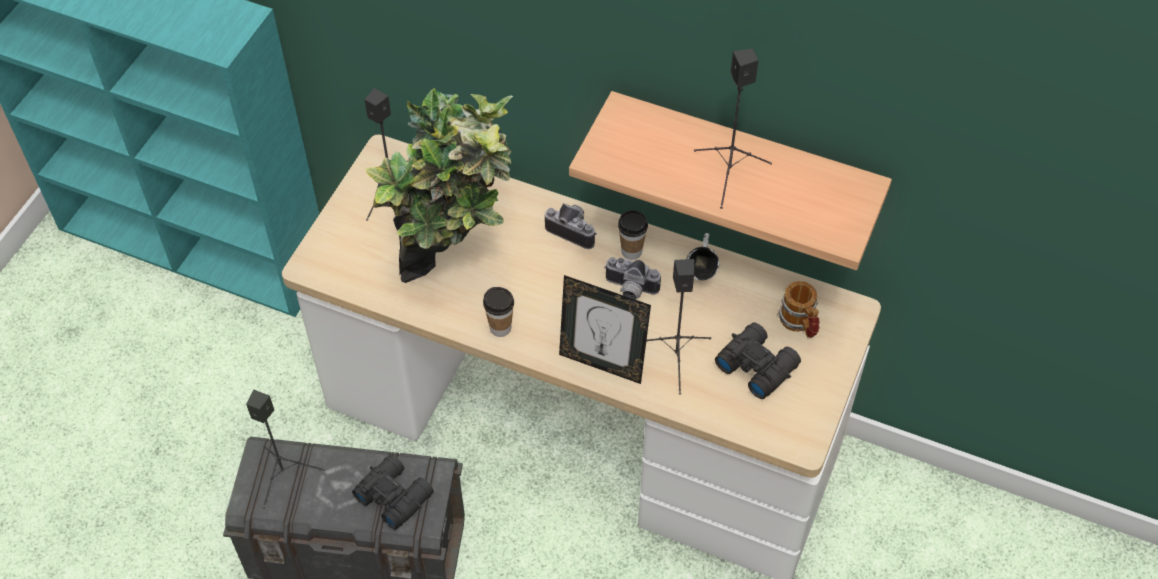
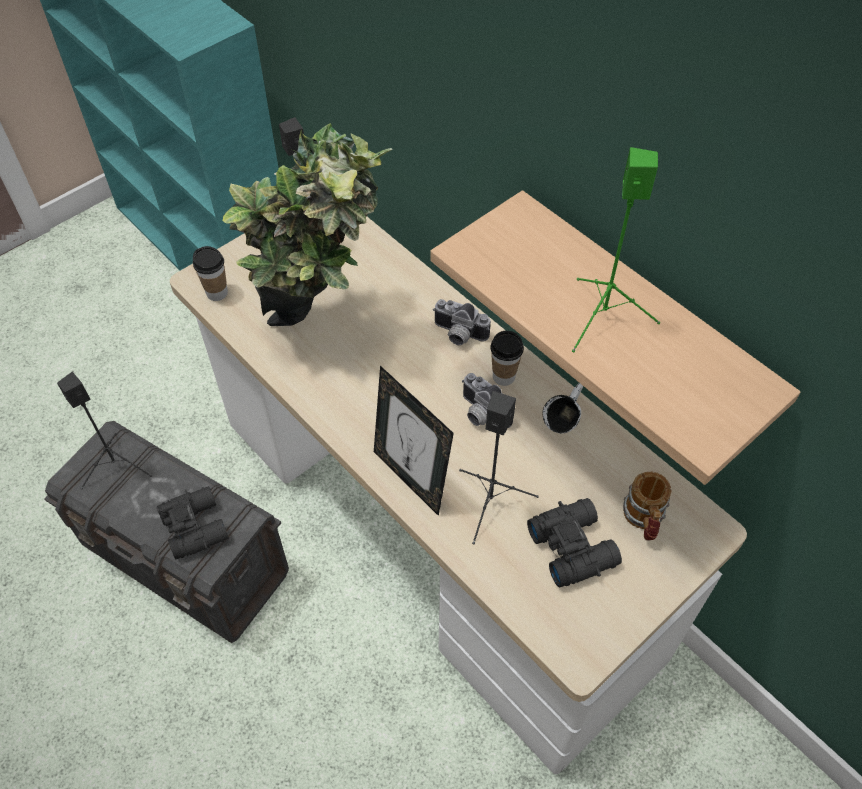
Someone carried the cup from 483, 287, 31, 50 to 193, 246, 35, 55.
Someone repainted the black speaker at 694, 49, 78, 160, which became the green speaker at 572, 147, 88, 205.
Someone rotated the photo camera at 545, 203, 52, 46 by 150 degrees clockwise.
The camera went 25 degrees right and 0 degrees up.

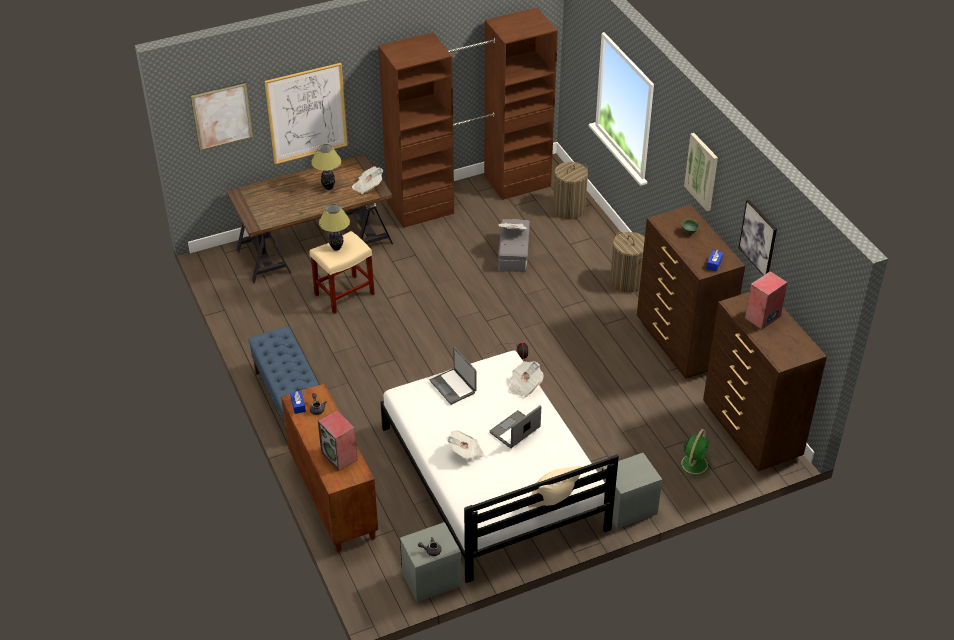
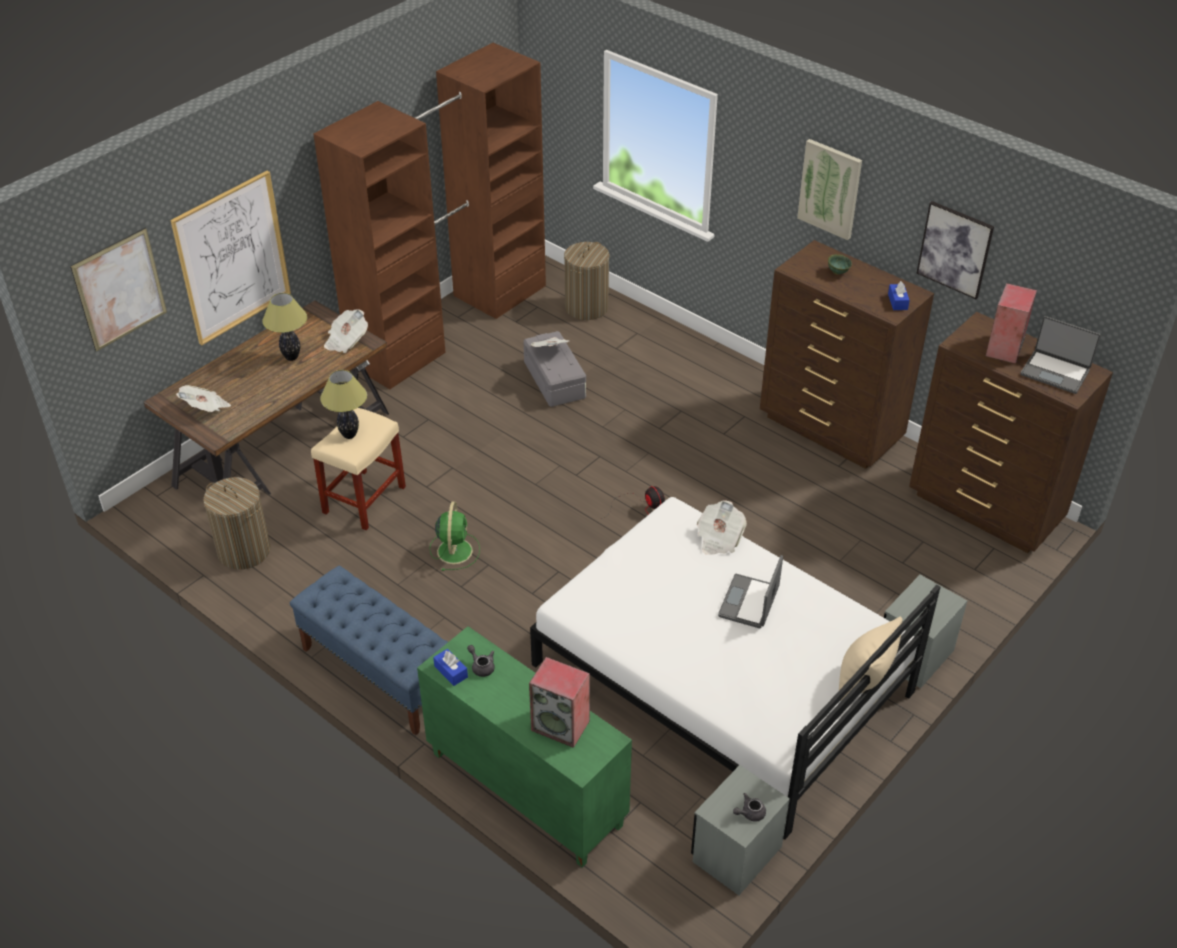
Someone carried the laptop from 430, 347, 46, 58 to 1020, 316, 81, 78.
Someone carried the newspaper from 446, 430, 39, 29 to 176, 385, 55, 27.
Someone carried the laundry basket from 610, 232, 35, 61 to 203, 477, 68, 93.
Someone carried the green fan from 677, 429, 37, 50 to 429, 502, 51, 69.
Someone repainted the brown cabinet at 281, 383, 97, 169, which became the green cabinet at 417, 626, 215, 241.
The camera went 25 degrees left and 0 degrees up.

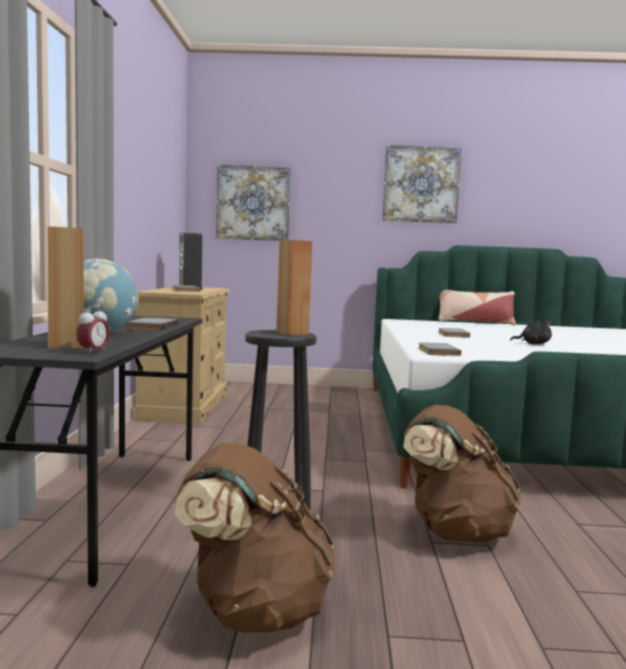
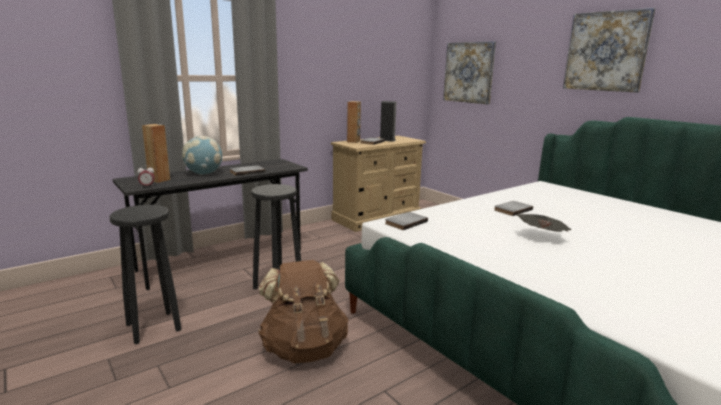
Someone took away the pillow at 438, 290, 78, 35.
Someone carried the brown speaker from 276, 240, 37, 95 to 347, 101, 14, 42.
Someone swapped the brown backpack at 175, 443, 160, 189 for the black stool at 110, 205, 71, 139.
Someone swapped the black plush toy at 510, 319, 42, 25 for the newspaper at 517, 214, 54, 18.
The camera went 50 degrees right and 10 degrees up.

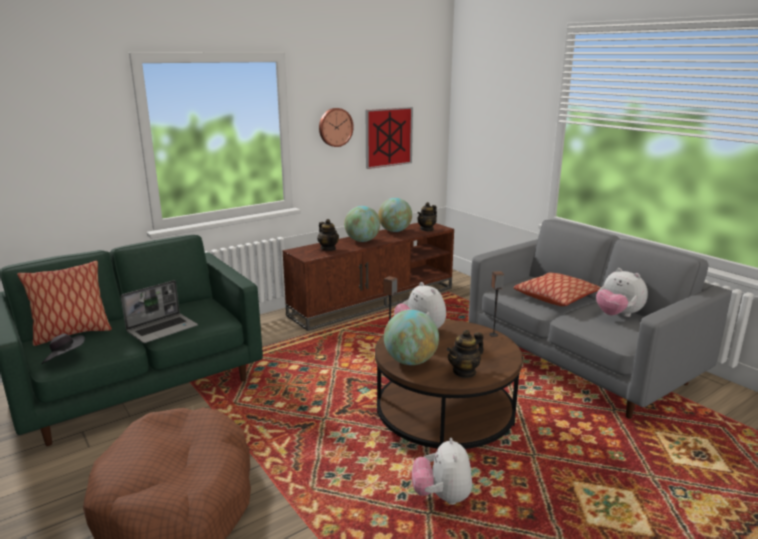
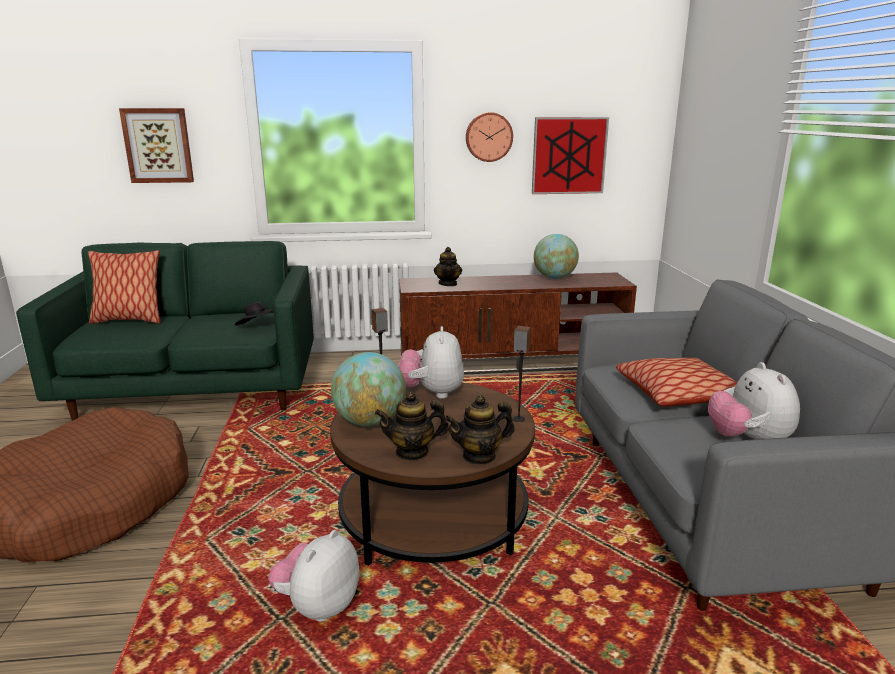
Someone took away the laptop at 121, 280, 77, 63.
Someone took away the globe at 344, 206, 36, 36.
Someone put up the picture at 119, 108, 75, 75.
Someone carried the black hat from 41, 334, 44, 30 to 235, 302, 39, 24.
Someone carried the teapot from 417, 202, 20, 29 to 445, 395, 70, 70.
The camera went 30 degrees right and 0 degrees up.

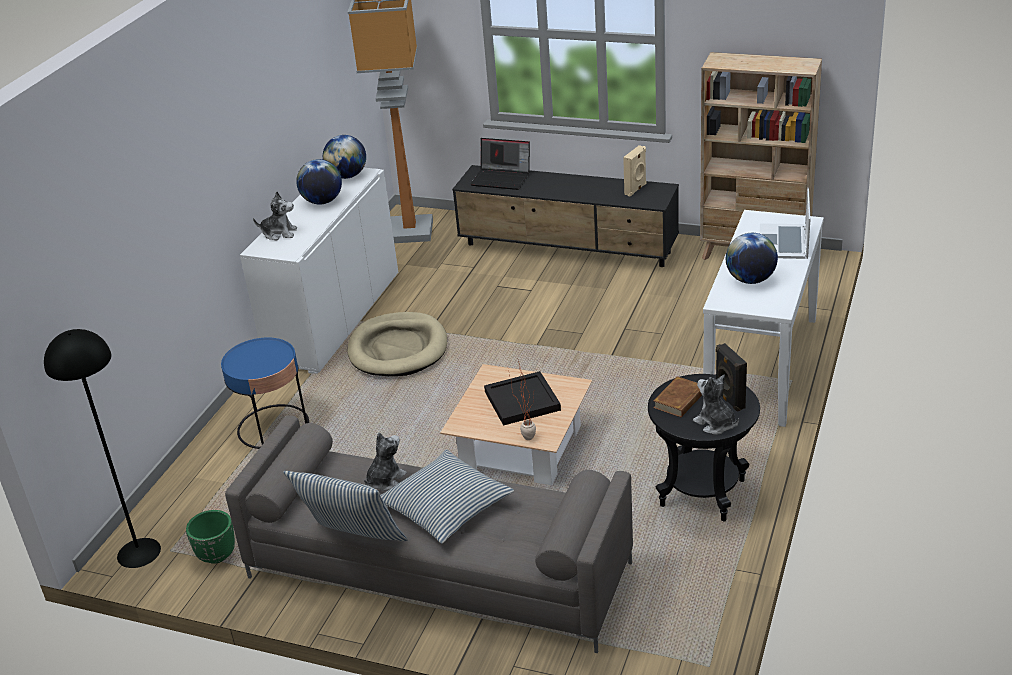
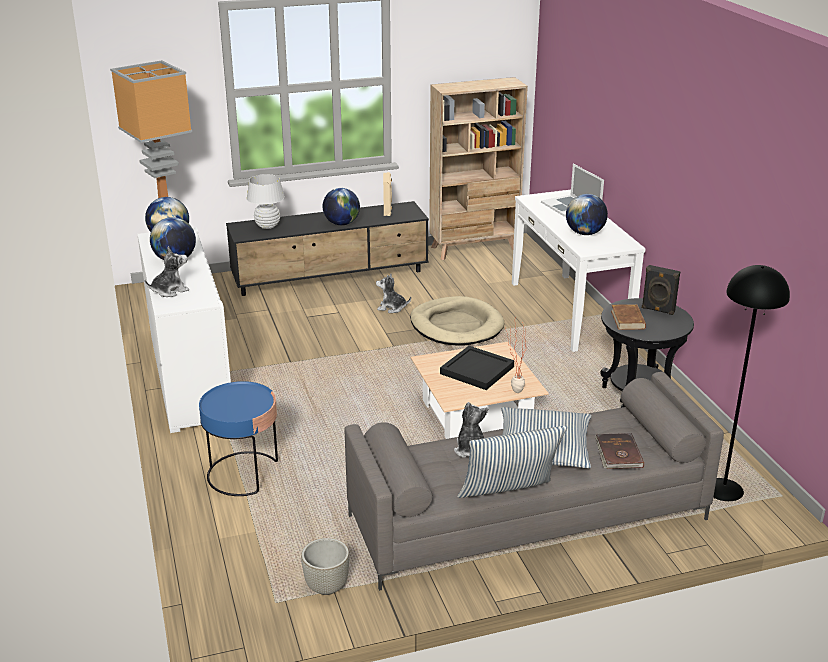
Someone put down the globe at 323, 188, 37, 37.
Someone put down the brown book at 595, 433, 49, 36.
Someone carried the black floor lamp from 44, 329, 117, 239 to 713, 265, 77, 236.
Someone carried the beige dog bed from 347, 312, 100, 64 to 410, 296, 94, 50.
Someone carried the plush toy from 693, 374, 46, 61 to 376, 274, 35, 39.
Someone swapped the laptop at 470, 138, 60, 52 for the white table lamp at 247, 174, 38, 55.
Someone repainted the green planter at 186, 510, 49, 54, which became the grey planter at 301, 538, 48, 57.
The camera went 40 degrees left and 5 degrees down.

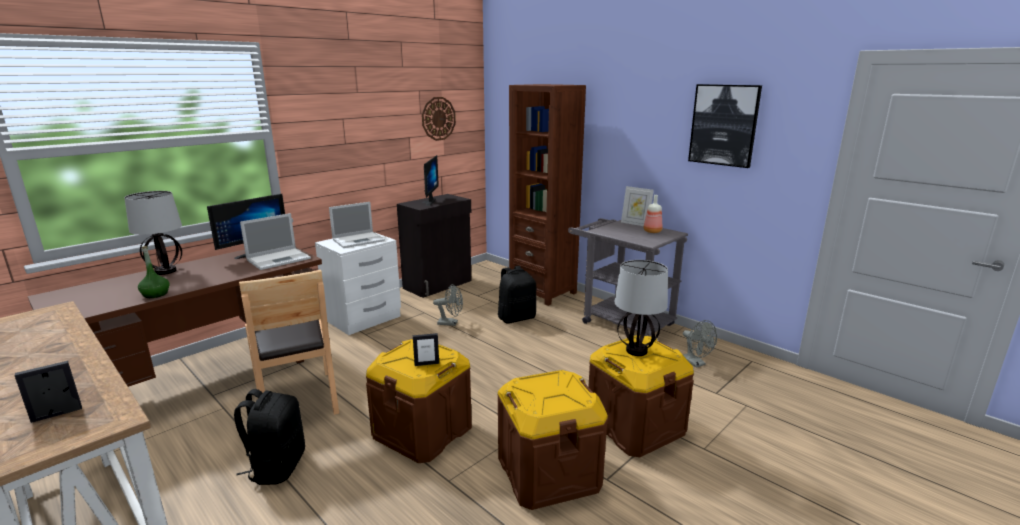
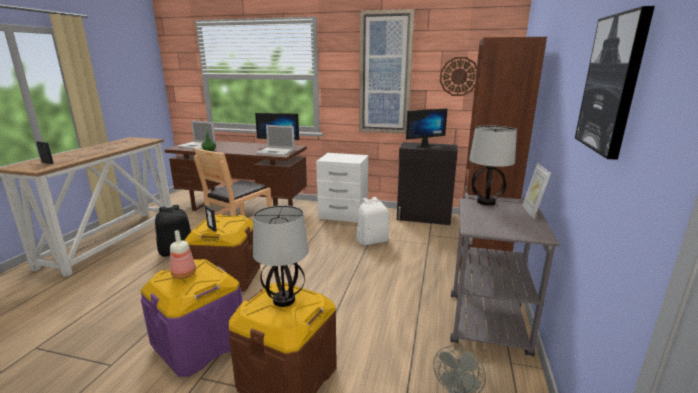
Someone took away the black backpack at 498, 266, 38, 58.
Someone put up the picture at 359, 9, 56, 125.
Someone carried the table lamp from 124, 191, 58, 84 to 469, 125, 48, 81.
Someone carried the laptop from 329, 202, 56, 46 to 177, 120, 39, 29.
Someone carried the bottle from 644, 195, 18, 38 to 170, 230, 26, 49.
Someone swapped the grey fan at 433, 284, 30, 42 for the white backpack at 356, 197, 33, 48.
Someone repainted the brown storage box at 497, 370, 111, 140, which became the purple storage box at 141, 259, 101, 118.
The camera went 60 degrees right and 0 degrees up.

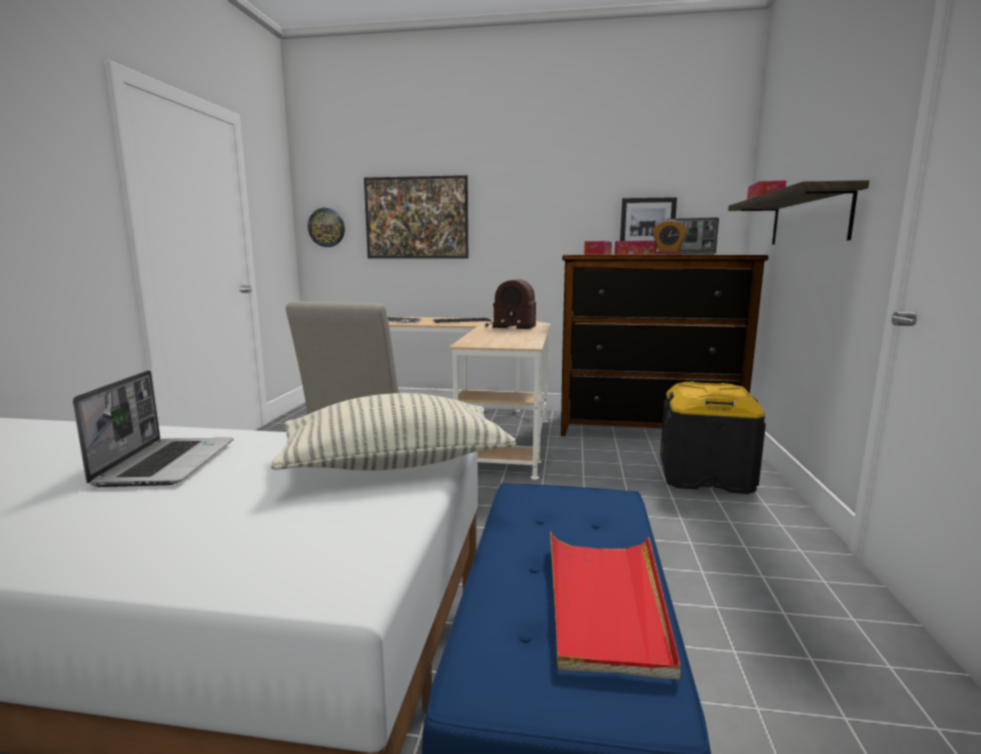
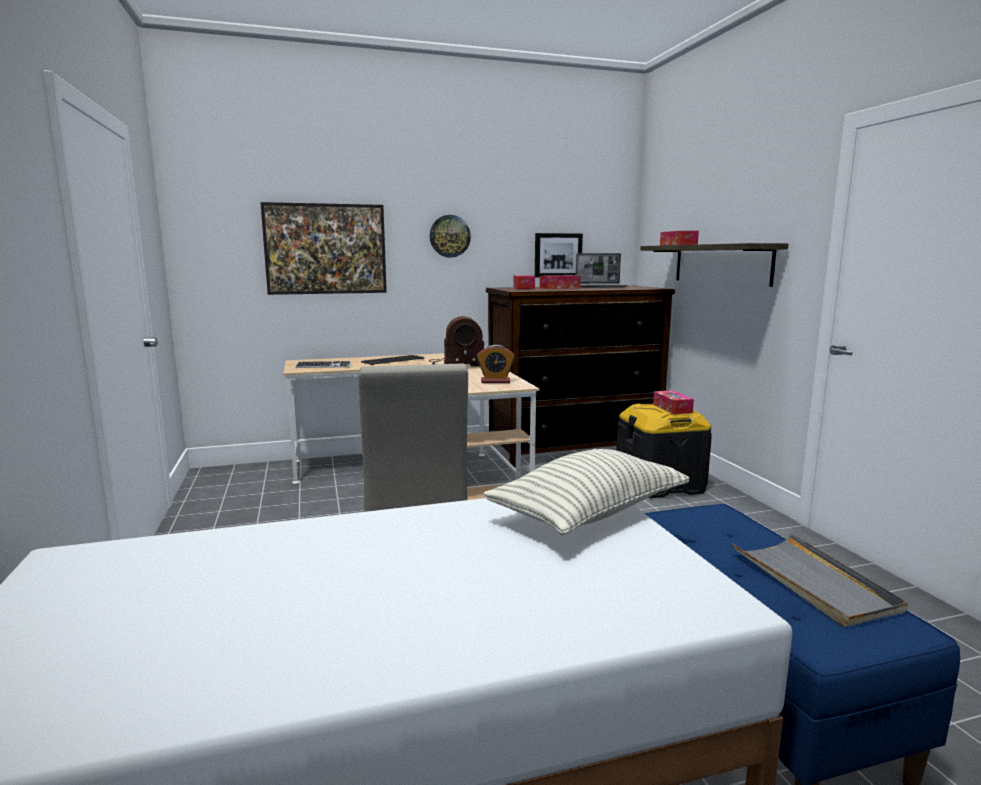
Someone took away the laptop at 73, 370, 161, 117.
Someone put down the tissue box at 653, 390, 41, 24.
Someone carried the wall clock from 308, 208, 37, 39 to 430, 215, 41, 42.
Someone carried the alarm clock from 652, 220, 37, 35 to 477, 345, 38, 38.
Someone repainted the red tray at 550, 531, 131, 149, which became the grey tray at 732, 533, 176, 94.
The camera went 25 degrees left and 0 degrees up.

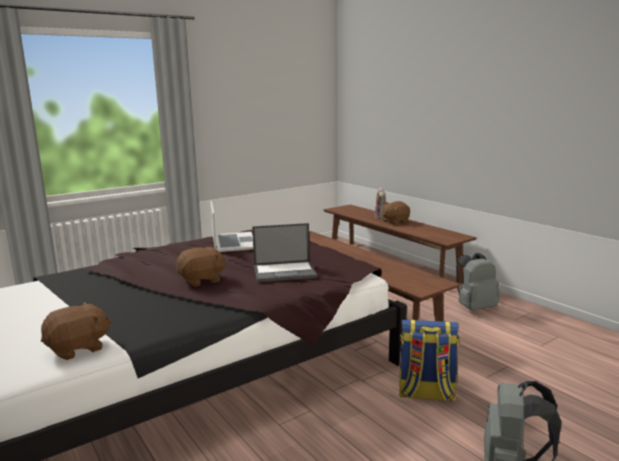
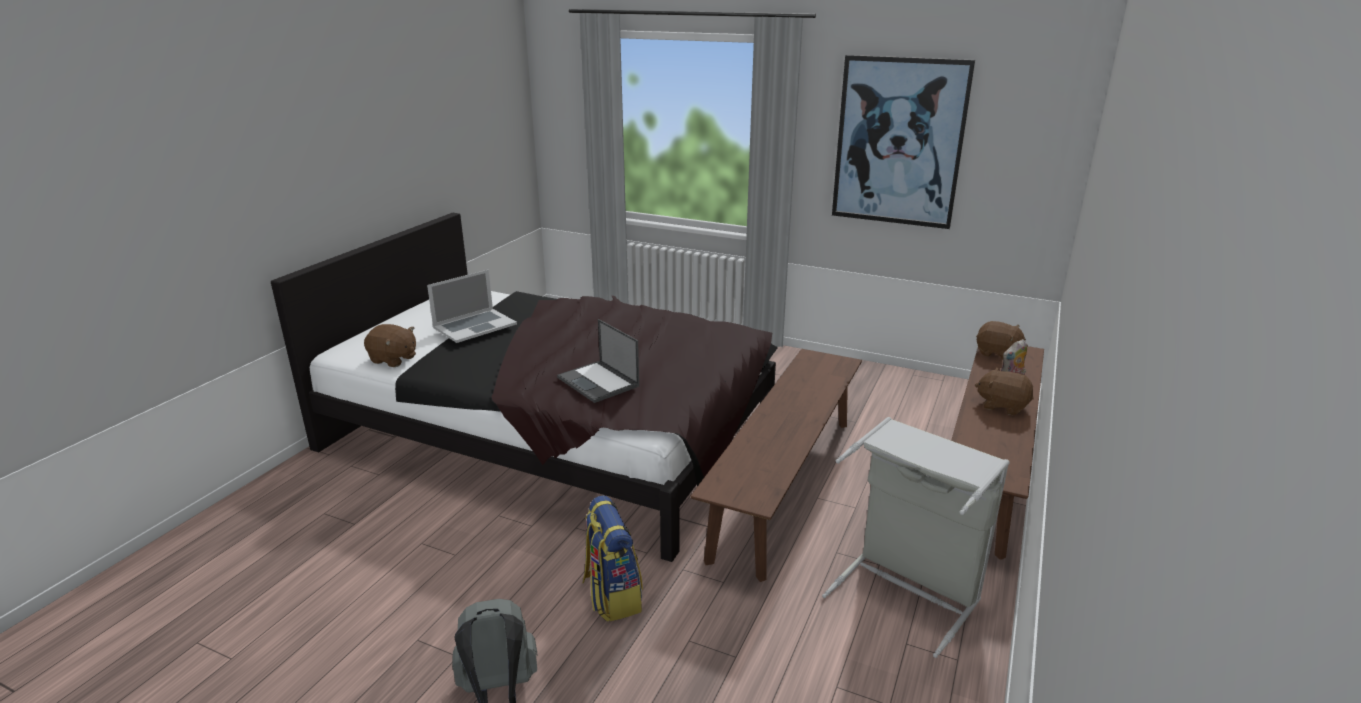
Someone put up the picture at 832, 55, 143, 174.
Someone carried the brown plush toy from 176, 246, 50, 41 to 976, 321, 52, 39.
Someone carried the laptop from 210, 201, 43, 51 to 427, 270, 90, 73.
Someone swapped the grey backpack at 456, 253, 44, 57 for the grey laundry basket at 822, 417, 188, 241.
The camera went 60 degrees right and 10 degrees up.

